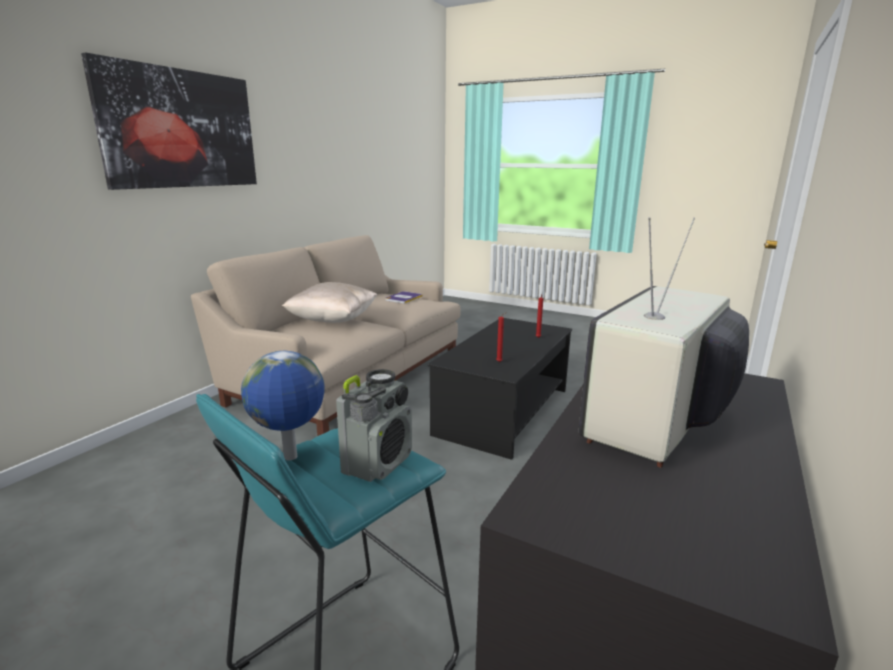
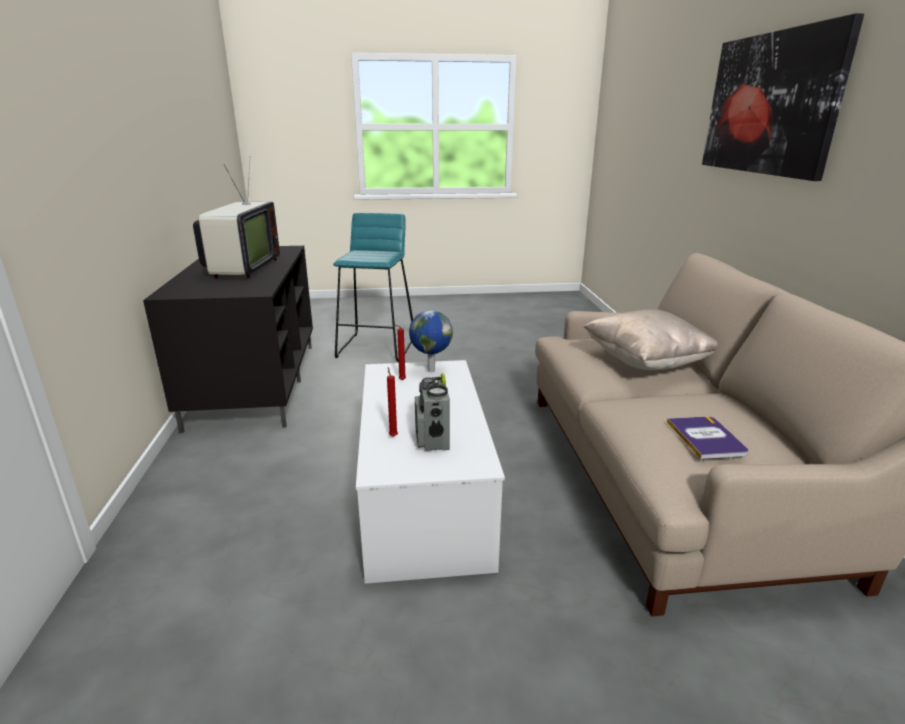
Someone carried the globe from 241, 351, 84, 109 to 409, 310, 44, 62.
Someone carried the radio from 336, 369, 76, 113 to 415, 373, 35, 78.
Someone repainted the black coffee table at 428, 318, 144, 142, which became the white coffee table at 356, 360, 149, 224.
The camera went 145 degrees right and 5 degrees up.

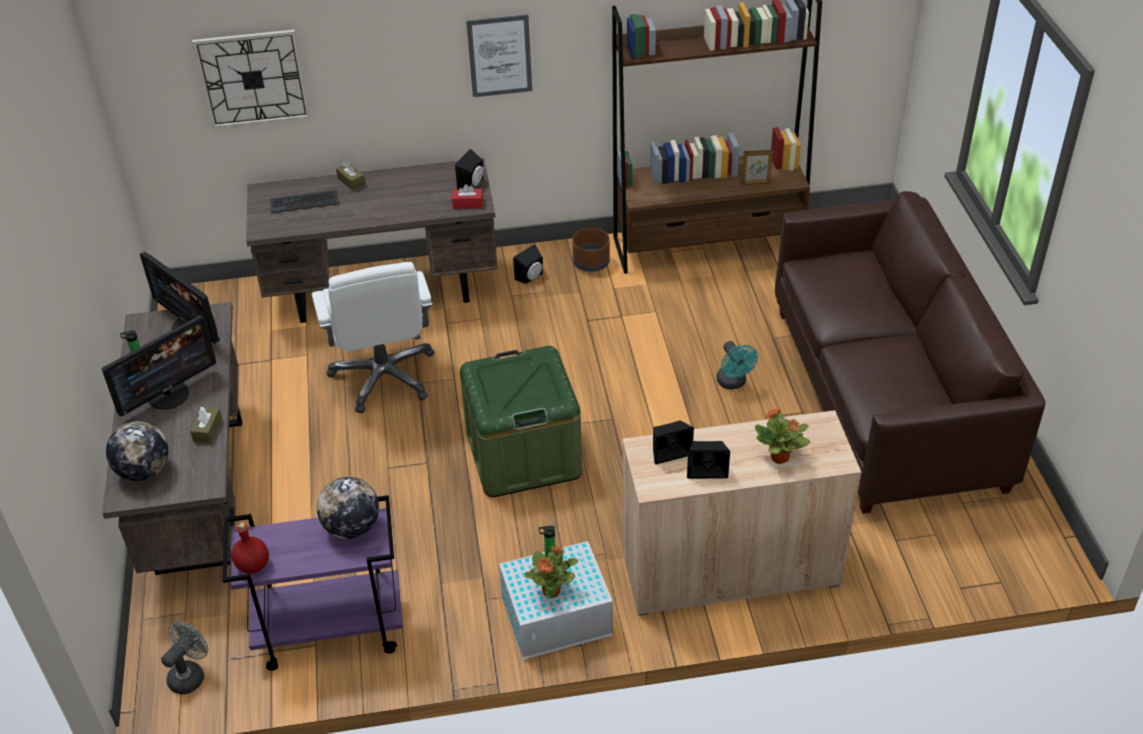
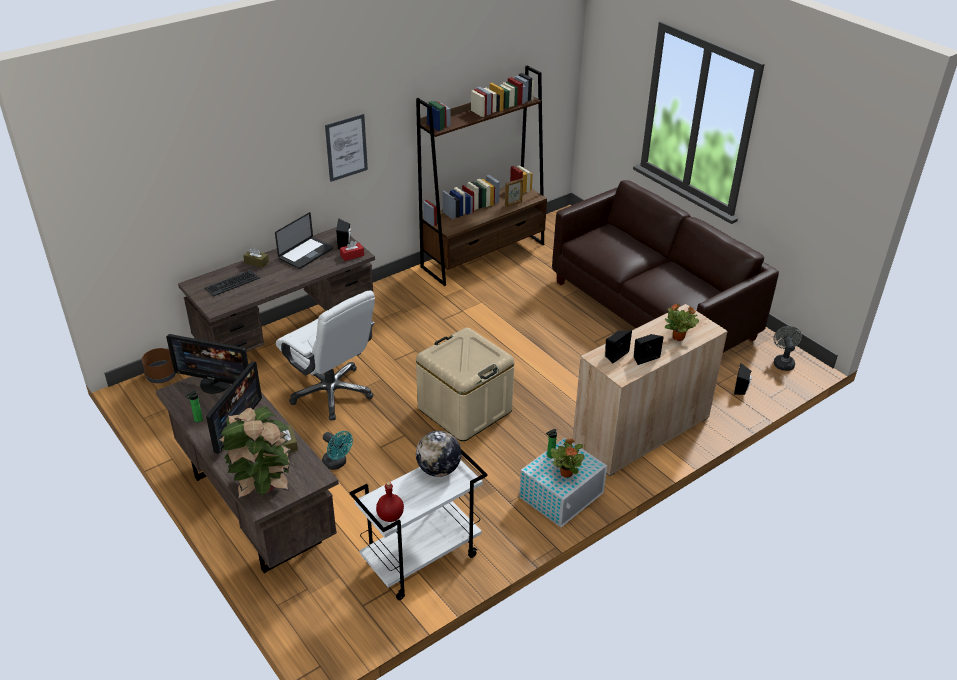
Someone took away the wall clock at 192, 30, 118, 99.
Someone put down the laptop at 275, 212, 58, 57.
Someone carried the grey fan from 161, 621, 47, 73 to 773, 326, 29, 45.
Someone carried the black speaker from 513, 244, 30, 40 to 734, 363, 18, 32.
Someone carried the brown planter from 572, 228, 38, 44 to 142, 348, 34, 35.
Someone carried the turquoise fan from 716, 341, 42, 49 to 322, 431, 31, 39.
Someone swapped the globe at 106, 421, 62, 60 for the potted plant at 218, 406, 73, 93.
Someone repainted the purple cart at 222, 495, 181, 176, which became the white cart at 349, 449, 138, 151.
Someone repainted the green storage box at 460, 346, 122, 151, which became the beige storage box at 416, 328, 98, 113.
The camera went 30 degrees left and 5 degrees down.

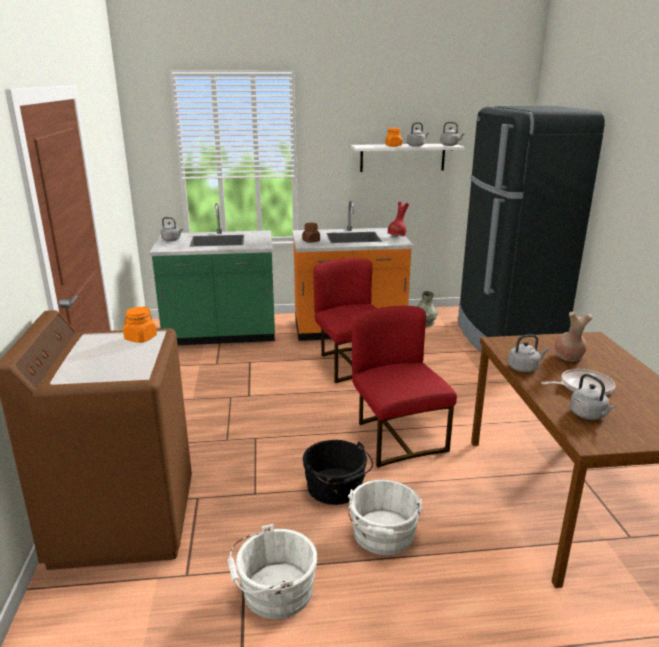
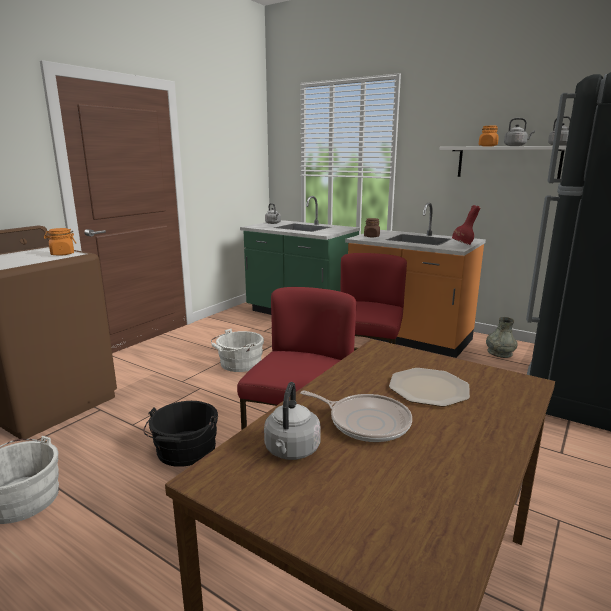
Someone took away the grey kettle at 508, 334, 41, 38.
Someone carried the white bucket from 348, 479, 75, 76 to 211, 329, 53, 43.
Someone swapped the brown vase at 554, 311, 39, 51 for the plate at 389, 368, 81, 39.
The camera went 40 degrees right and 5 degrees down.

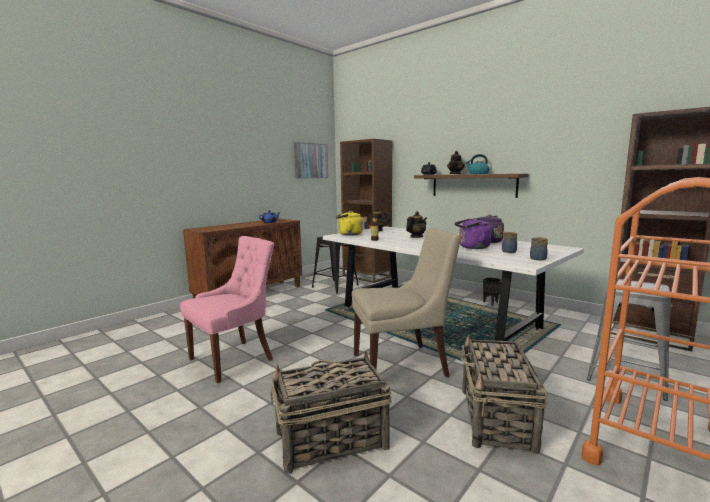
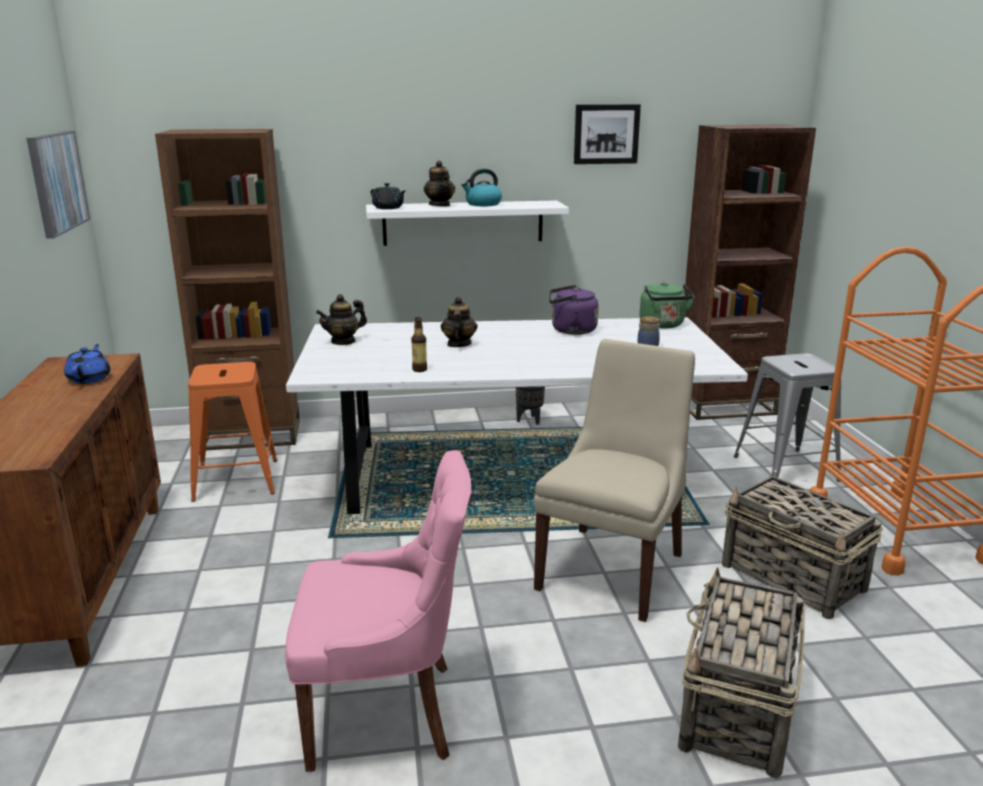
Someone took away the yellow kettle at 336, 211, 27, 25.
Someone took away the purple kettle at 455, 218, 36, 31.
Someone took away the jar at 530, 237, 18, 23.
Someone put up the picture at 574, 104, 67, 60.
Someone put down the green kettle at 640, 282, 55, 47.
Someone repainted the black stool at 312, 236, 47, 57, which became the orange stool at 188, 362, 90, 140.
Someone repainted the brown shelf at 414, 174, 115, 24, which became the white shelf at 366, 200, 203, 46.
Someone rotated the pink chair at 180, 236, 94, 147 by 90 degrees clockwise.
The camera went 50 degrees left and 10 degrees up.

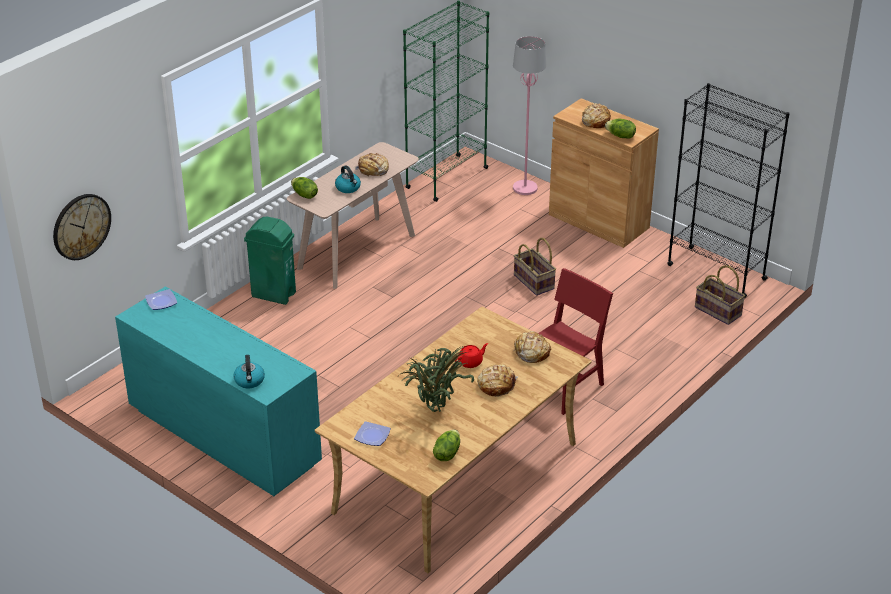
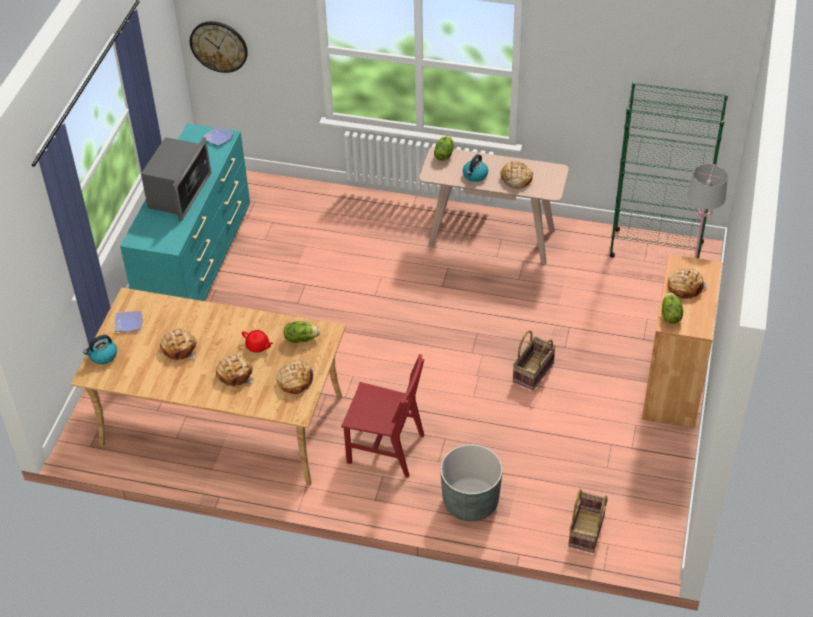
Someone took away the green trash can at 244, 217, 52, 88.
Someone took away the black bookcase at 667, 83, 123, 216.
Someone put down the microwave at 141, 137, 70, 85.
Someone put down the grey planter at 440, 444, 63, 77.
Someone carried the kettle from 233, 355, 32, 33 to 83, 335, 34, 29.
Someone carried the lettuce from 433, 430, 27, 31 to 284, 321, 36, 22.
Someone swapped the potted plant at 401, 346, 73, 66 for the bread at 160, 328, 37, 32.
The camera went 65 degrees right and 10 degrees up.

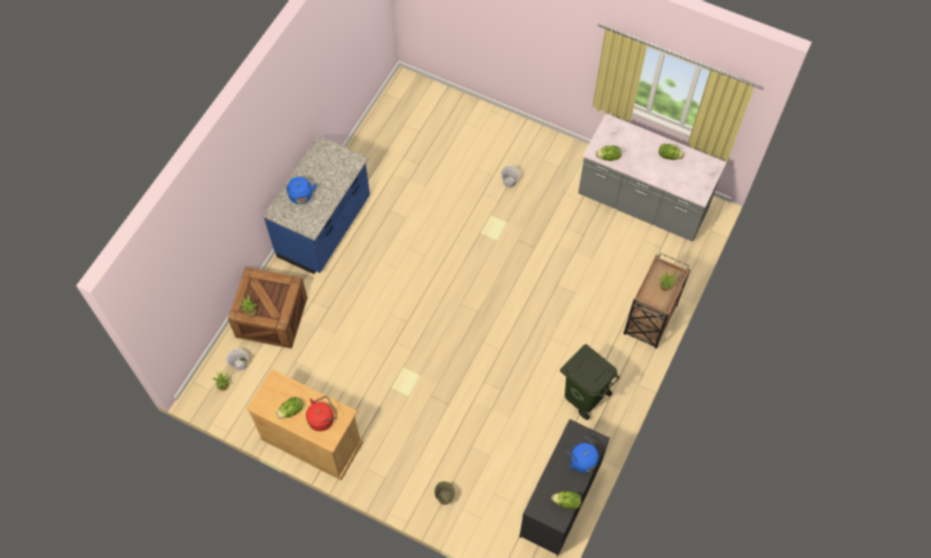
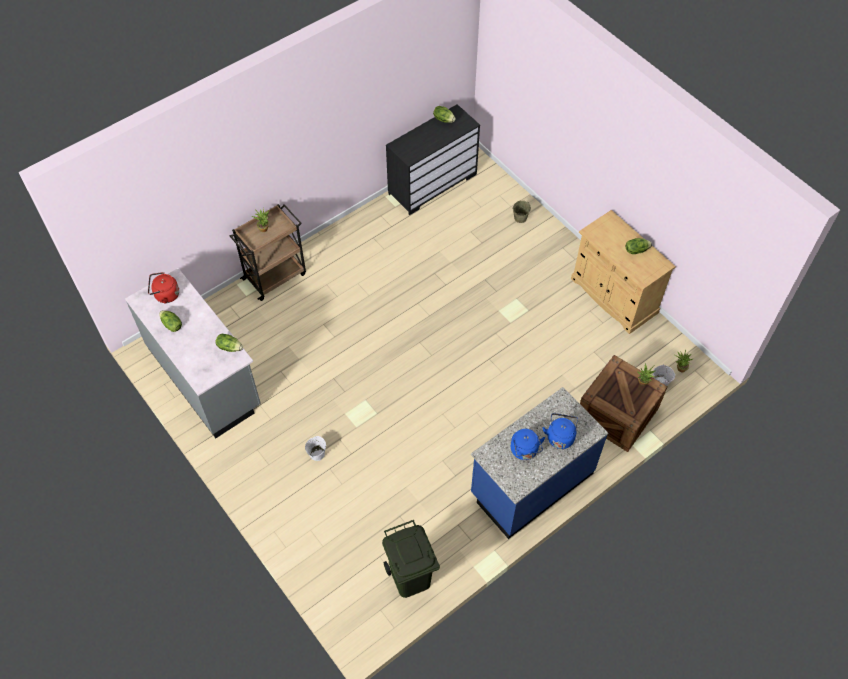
Someone carried the red kettle from 306, 396, 31, 35 to 148, 272, 31, 32.
Someone carried the green trash can from 560, 344, 60, 76 to 382, 520, 58, 78.
Someone carried the blue kettle from 567, 436, 32, 37 to 511, 429, 34, 31.
The camera went 155 degrees left and 5 degrees down.

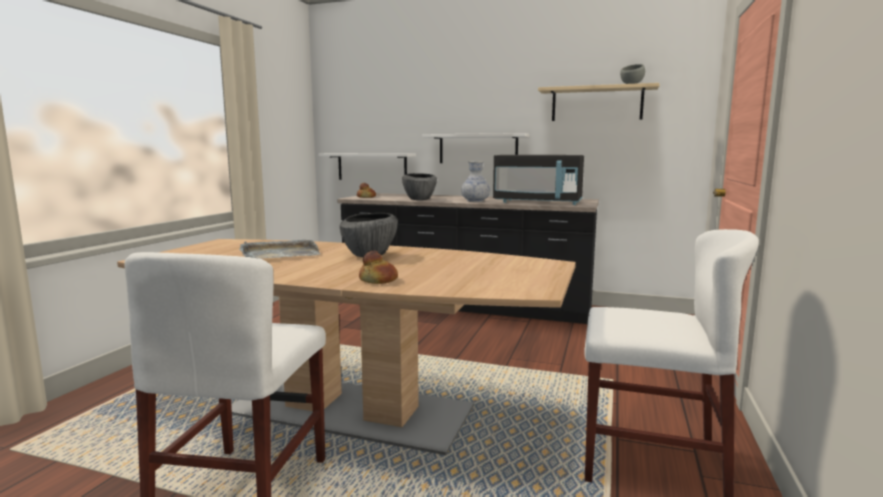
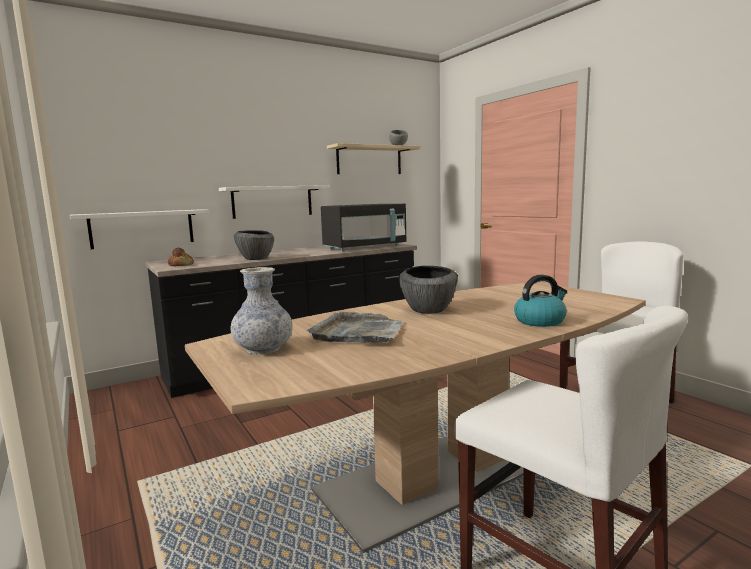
Someone carried the vase from 461, 161, 29, 41 to 231, 267, 62, 87.
Someone swapped the bread at 359, 251, 39, 33 for the kettle at 514, 275, 53, 52.
The camera went 50 degrees left and 0 degrees up.

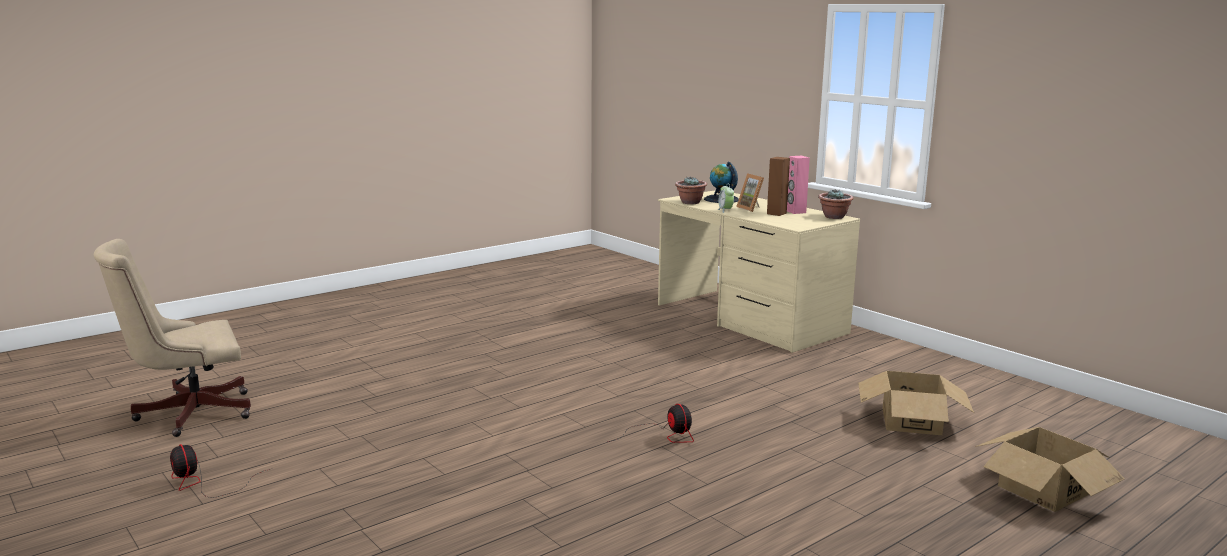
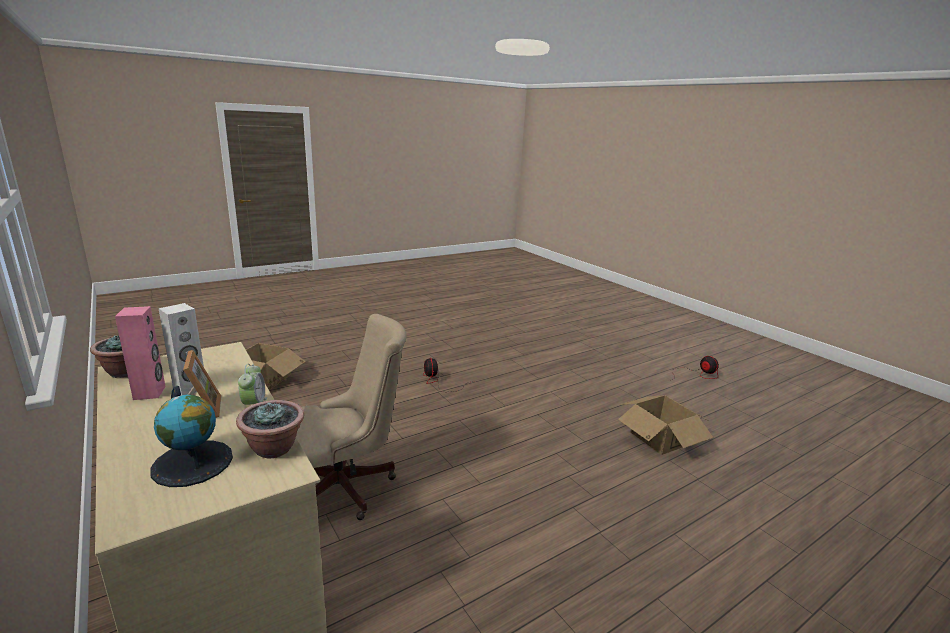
Someone carried the beige office chair from 94, 239, 157, 198 to 296, 314, 111, 206.
Someone carried the cardboard box from 975, 427, 150, 85 to 618, 395, 95, 60.
Someone repainted the brown speaker at 767, 157, 23, 59, which became the white speaker at 158, 303, 46, 92.
The camera went 175 degrees left and 5 degrees up.

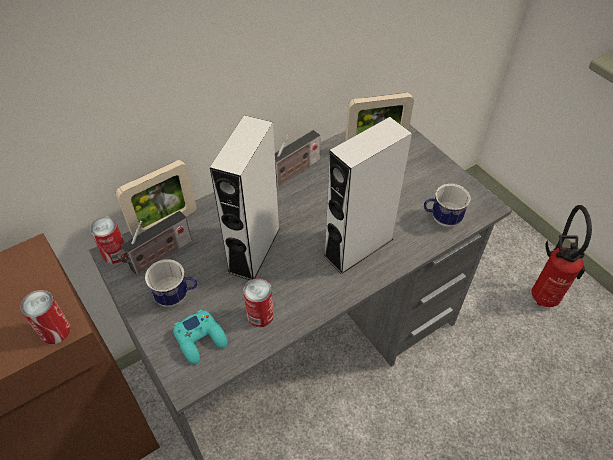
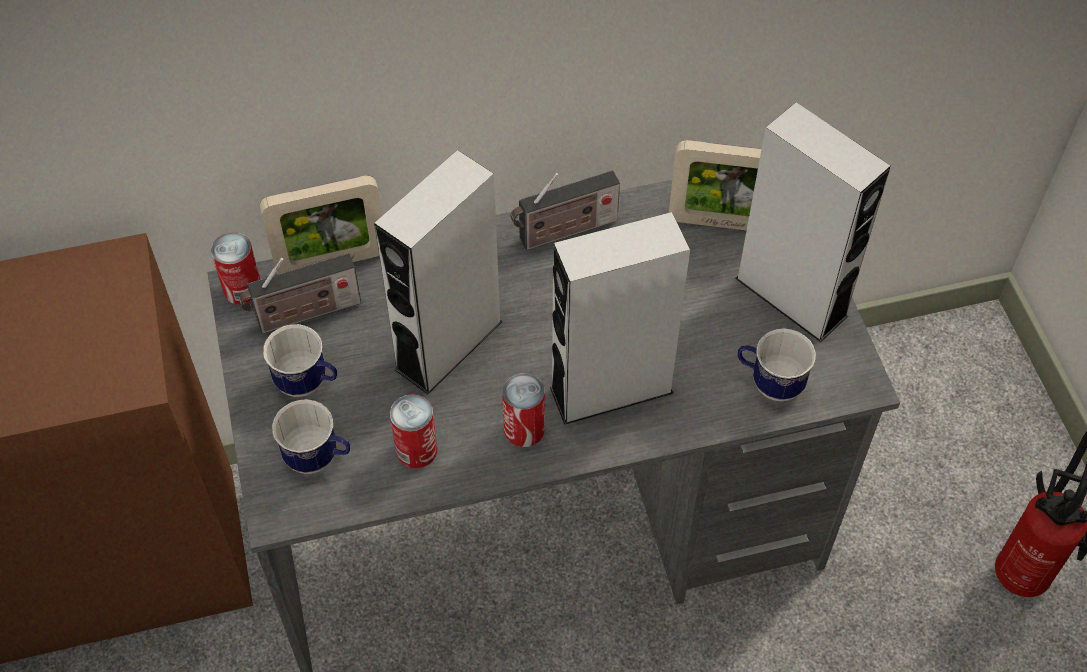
Someone put down the grey speaker at 735, 102, 156, 240.
Someone carried the can from 20, 290, 51, 54 to 502, 373, 43, 74.
Someone swapped the turquoise game controller at 173, 309, 55, 55 for the mug at 272, 399, 78, 75.
The camera went 20 degrees right and 5 degrees up.

